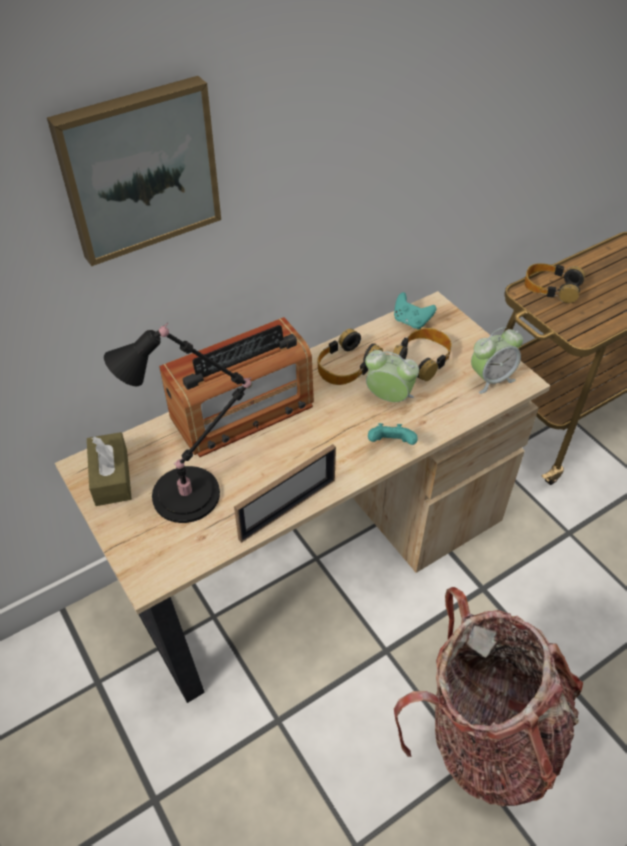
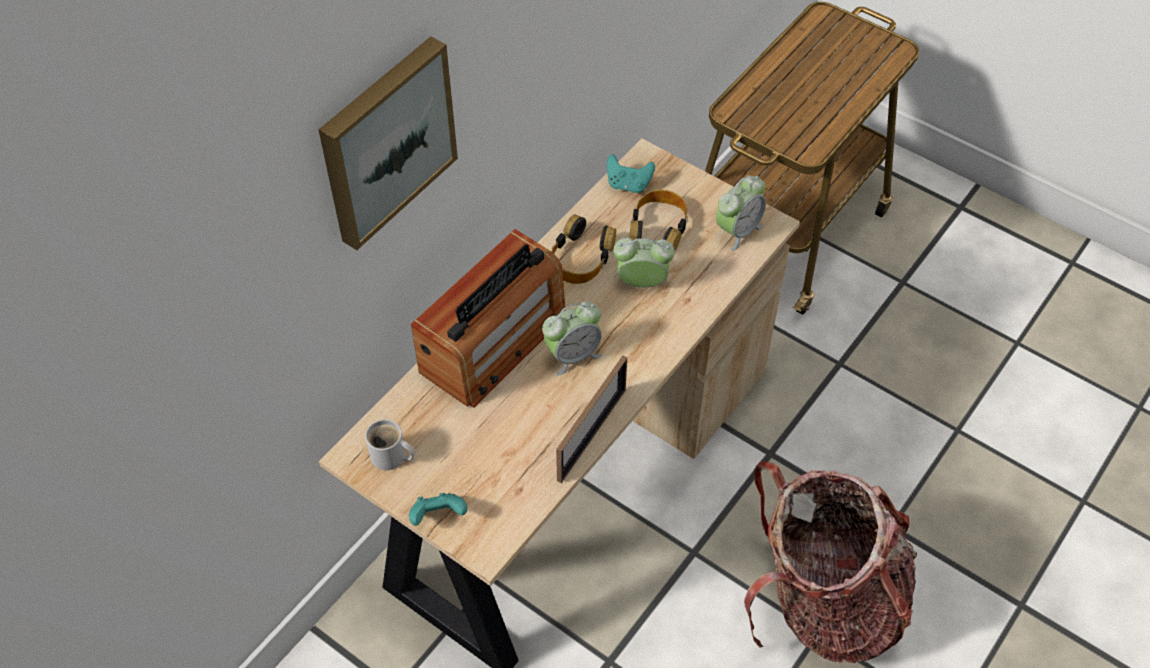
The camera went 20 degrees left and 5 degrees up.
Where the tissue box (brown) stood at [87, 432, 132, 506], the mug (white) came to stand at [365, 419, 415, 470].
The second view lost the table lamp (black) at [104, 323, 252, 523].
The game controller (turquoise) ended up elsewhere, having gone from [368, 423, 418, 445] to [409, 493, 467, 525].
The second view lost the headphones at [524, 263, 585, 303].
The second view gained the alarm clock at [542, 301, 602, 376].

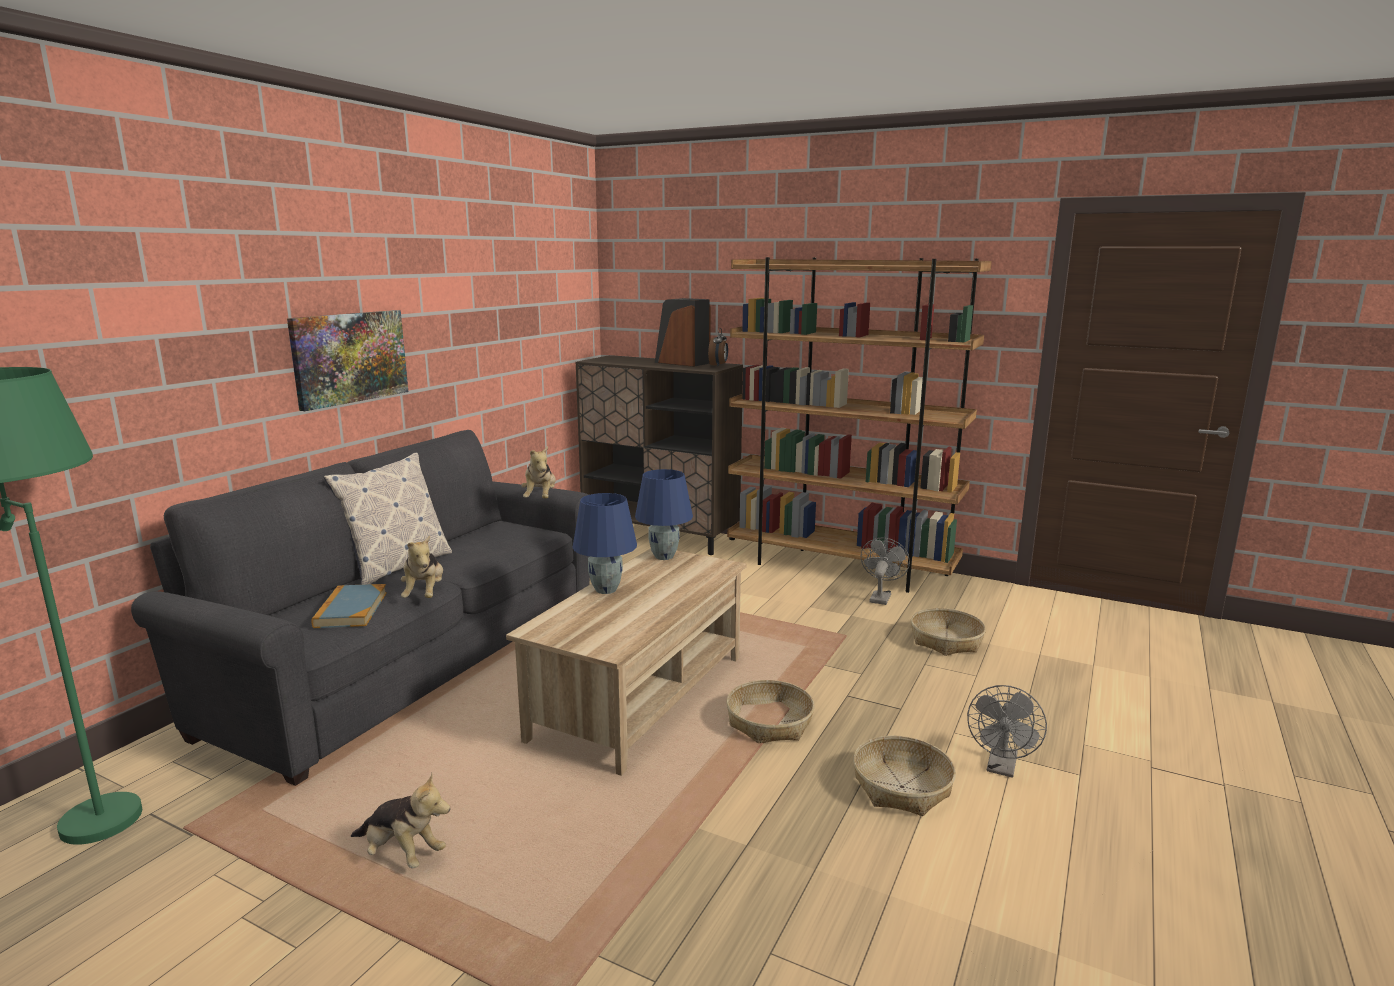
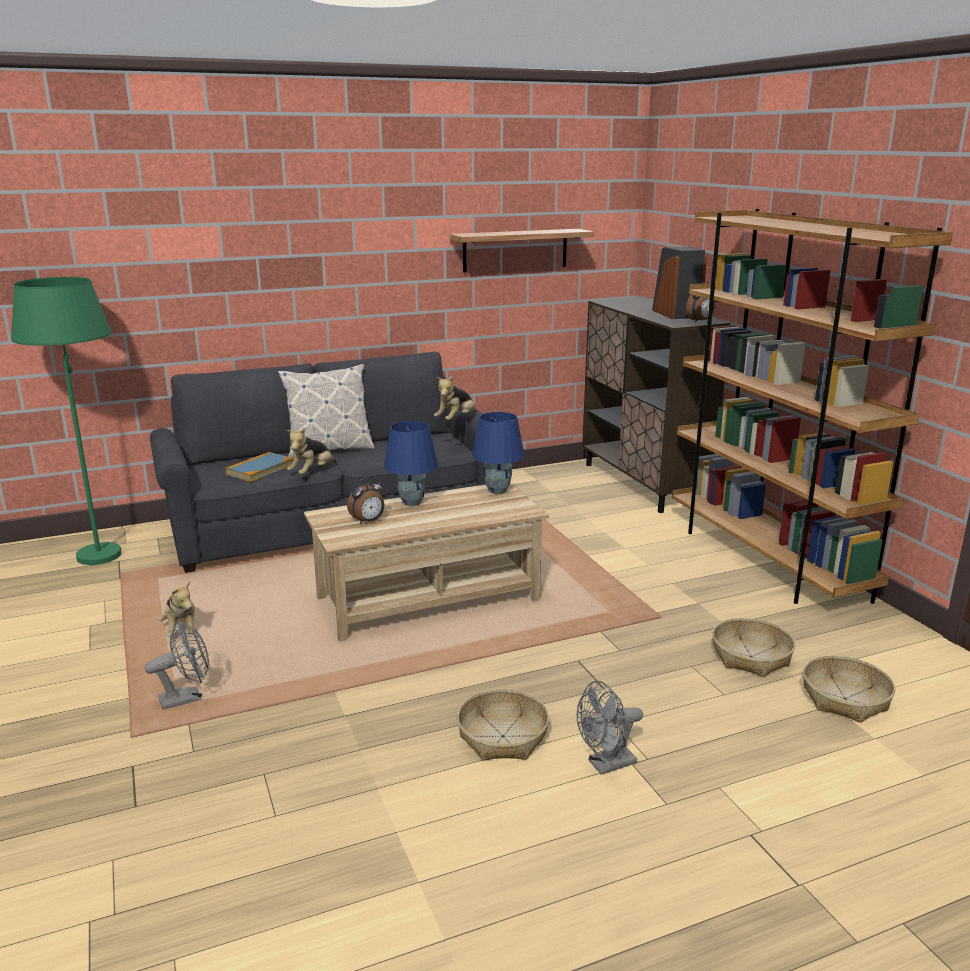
The camera went 40 degrees right and 5 degrees up.
The second view lost the picture at [287, 310, 408, 411].
The basket ended up elsewhere, having gone from [726, 680, 815, 743] to [803, 656, 895, 723].
The fan (grey) ended up elsewhere, having gone from [861, 538, 910, 605] to [145, 621, 209, 710].
The second view gained the alarm clock at [347, 476, 384, 524].
The second view gained the shelf at [449, 229, 594, 272].

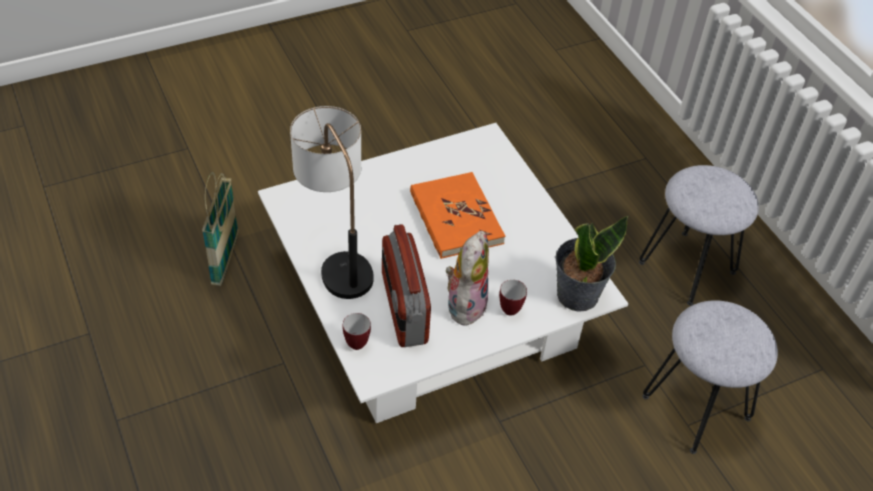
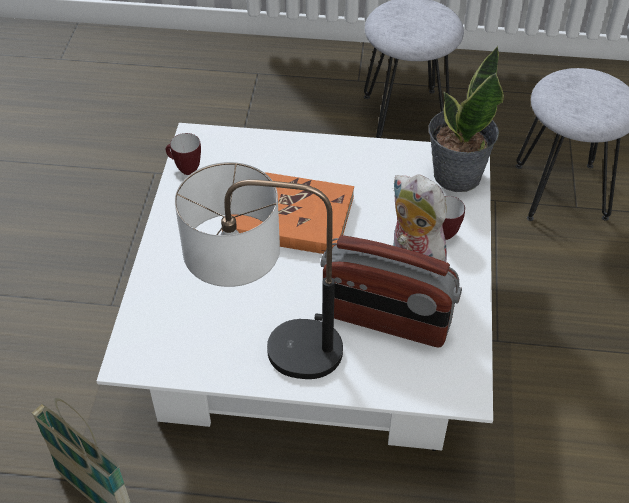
The camera went 55 degrees left and 0 degrees up.
The mug ended up elsewhere, having gone from [343, 313, 371, 350] to [166, 133, 201, 175].

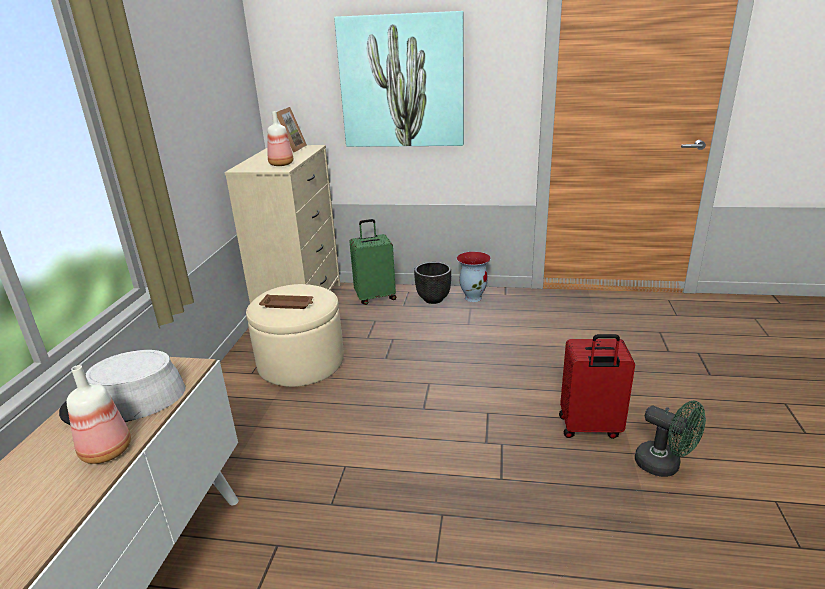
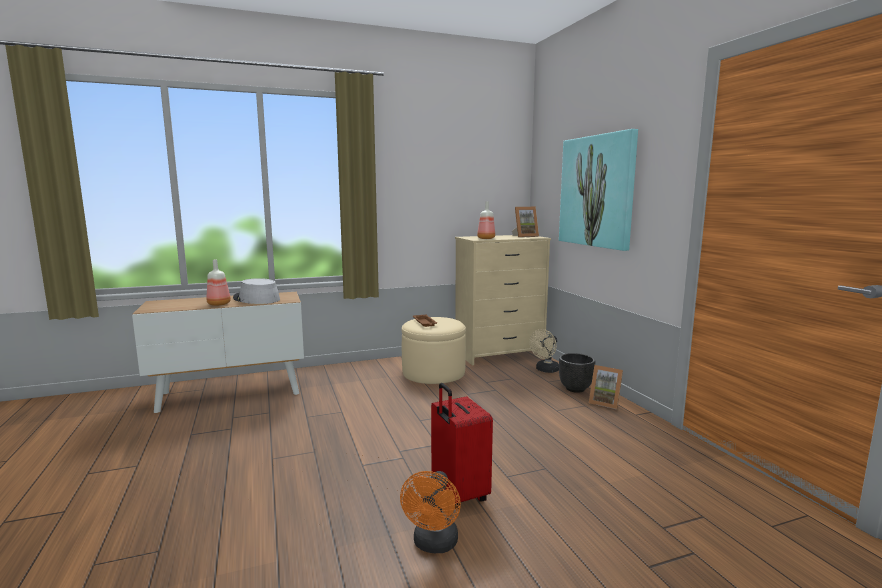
The camera went 60 degrees right and 15 degrees down.
Where the suitcase (green) stood at [349, 219, 396, 305], the fan (beige) came to stand at [529, 329, 559, 373].
Where the vase stood at [457, 252, 491, 302], the picture frame came to stand at [589, 365, 623, 409].
What was the fan (green) at [635, 401, 706, 477] turned into the fan (orange) at [400, 471, 461, 553].

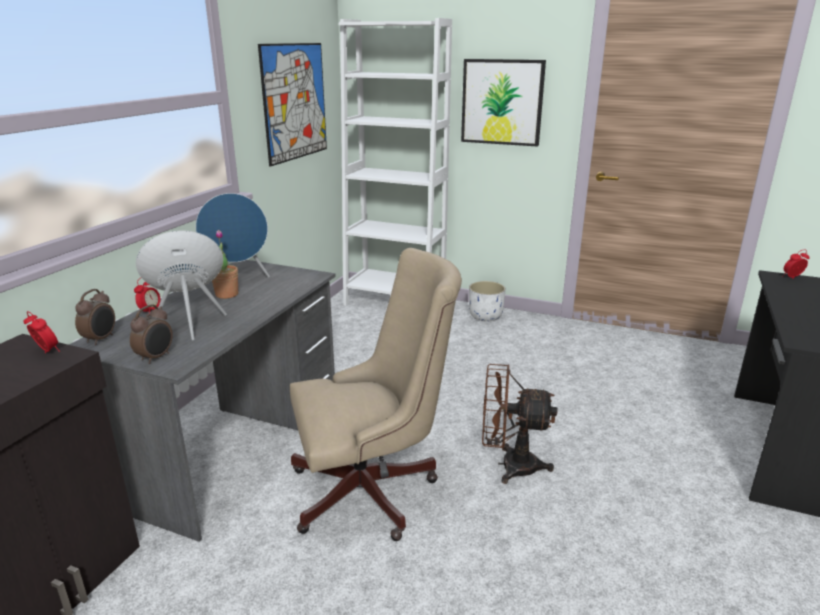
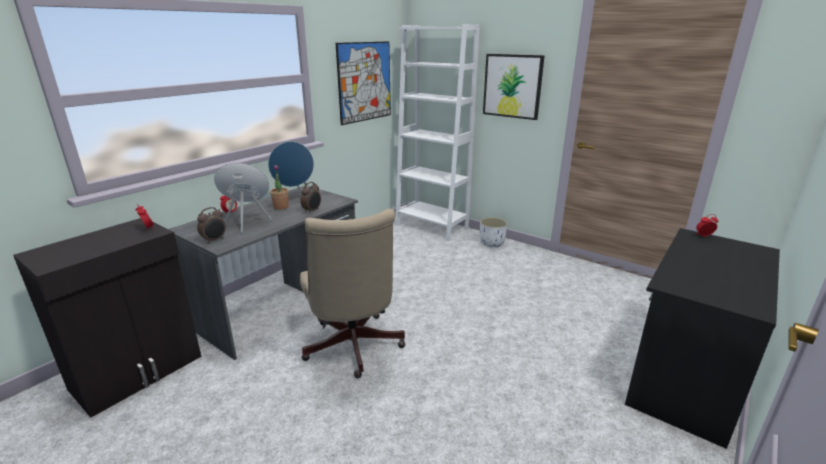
The camera went 15 degrees right and 0 degrees up.
The alarm clock ended up elsewhere, having gone from [75, 289, 115, 345] to [300, 182, 321, 214].
The office chair (beige) at [290, 248, 462, 541] ended up facing another way, 75 degrees clockwise from before.
The second view lost the fan (brown) at [482, 364, 558, 484].

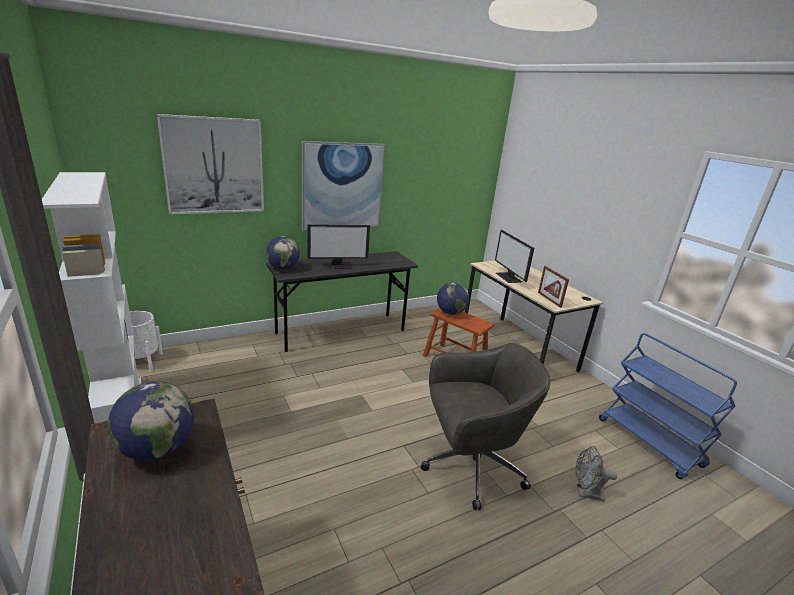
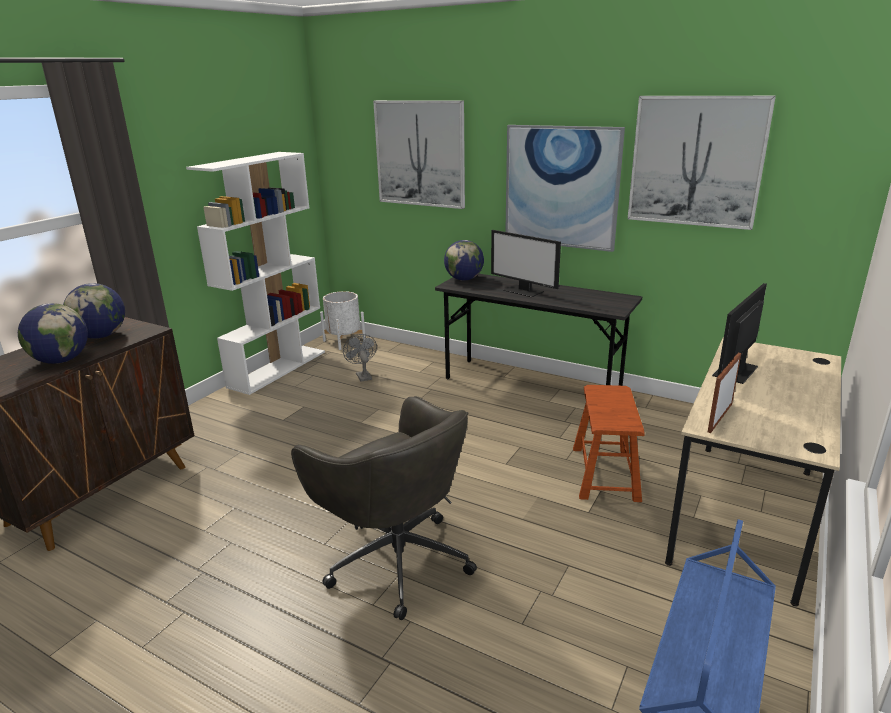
The camera went 60 degrees right and 0 degrees up.
The globe ended up elsewhere, having gone from [437, 282, 469, 315] to [18, 303, 88, 364].
The fan (grey) ended up elsewhere, having gone from [575, 446, 617, 502] to [343, 334, 377, 382].
The second view gained the picture at [628, 96, 776, 230].

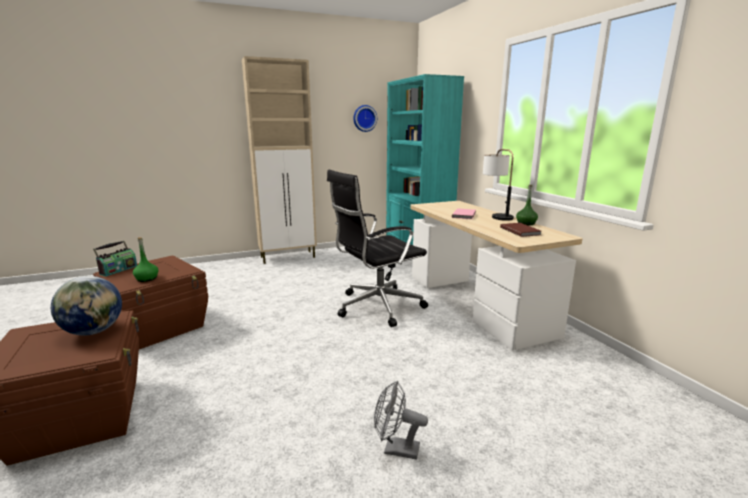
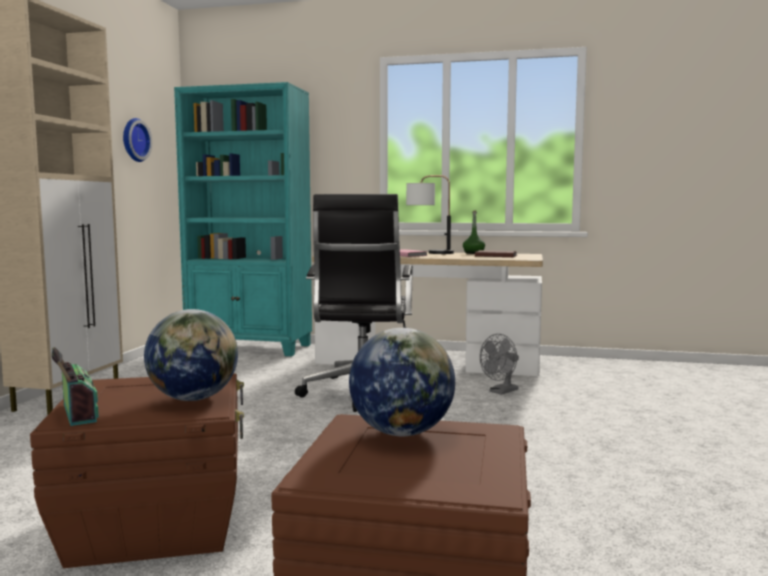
The camera went 55 degrees left and 10 degrees down.
Where the bottle (green) stood at [133, 237, 158, 282], the globe came to stand at [144, 309, 238, 401].
The fan (grey) ended up elsewhere, having gone from [374, 381, 428, 460] to [480, 334, 519, 395].

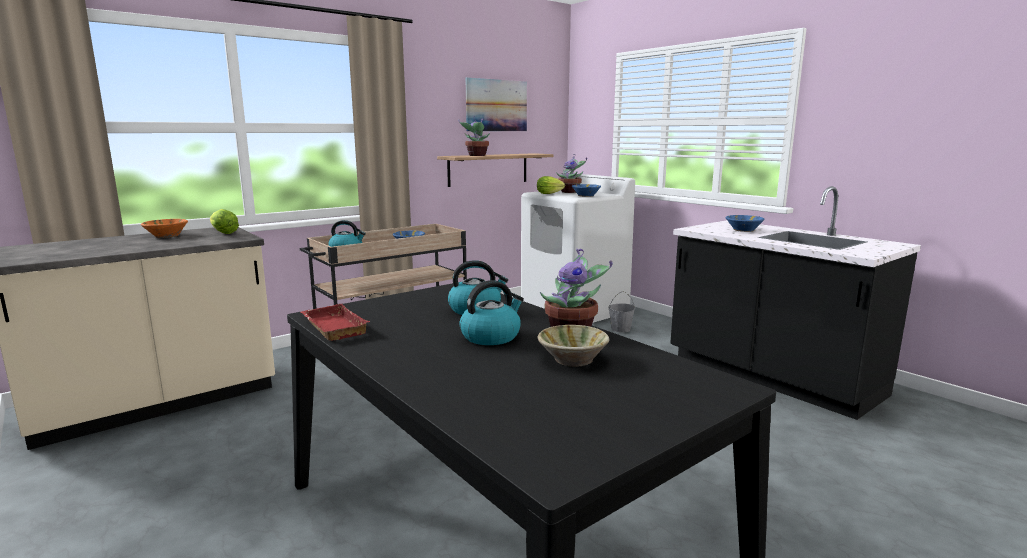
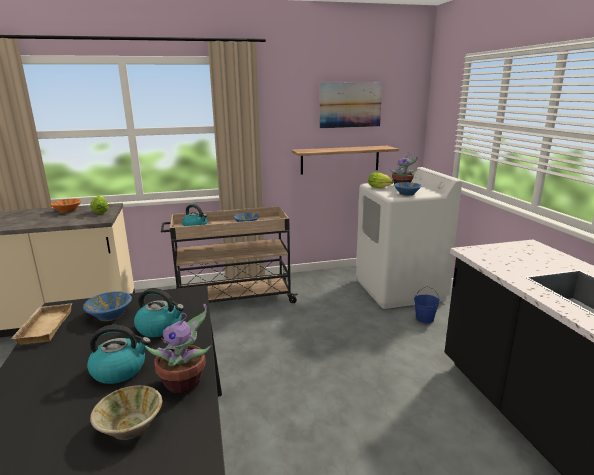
The camera went 25 degrees right and 5 degrees up.
What was the tray (red) at [301, 304, 370, 341] turned into the tray (beige) at [11, 303, 73, 345].
The second view lost the potted plant at [458, 116, 490, 156].
What was the bucket (grey) at [608, 291, 635, 333] turned into the bucket (blue) at [414, 286, 440, 324].
The bowl (blue) ended up elsewhere, having gone from [726, 215, 765, 232] to [83, 291, 132, 321].

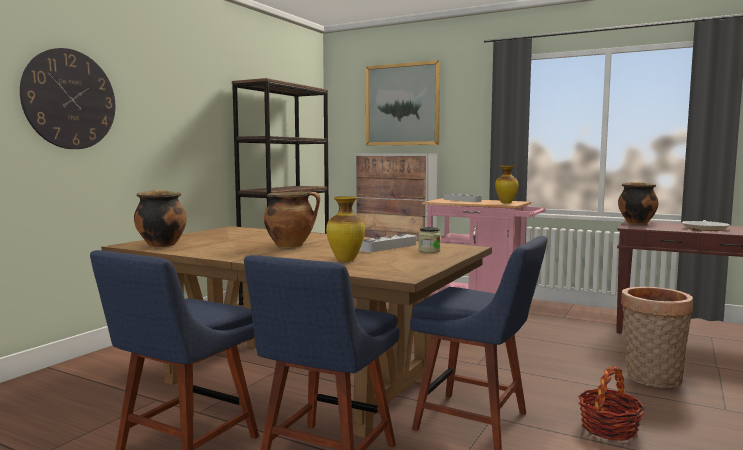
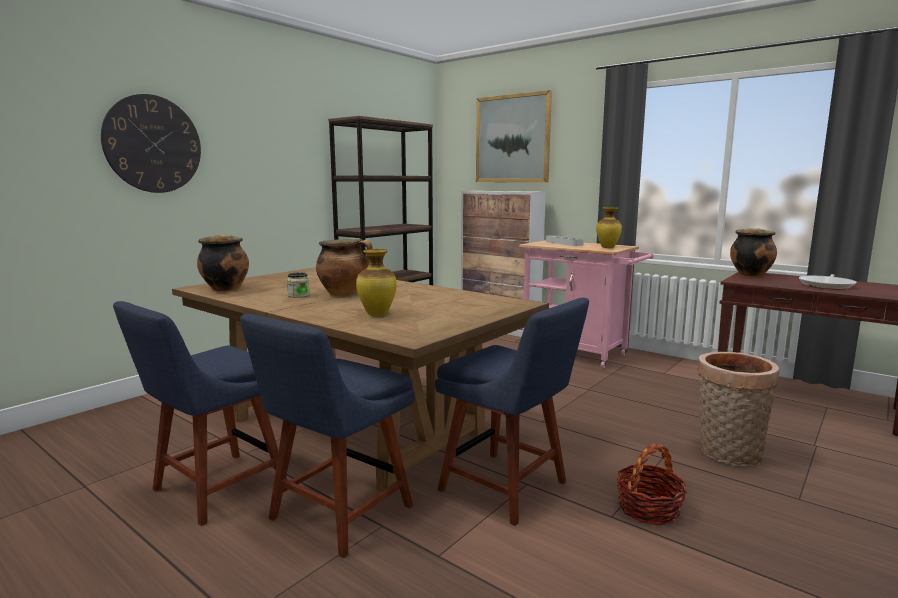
The camera went 10 degrees right and 5 degrees up.
The second view lost the tray (grey) at [359, 234, 416, 252].
The jar ended up elsewhere, having gone from [419, 227, 441, 253] to [287, 273, 310, 298].

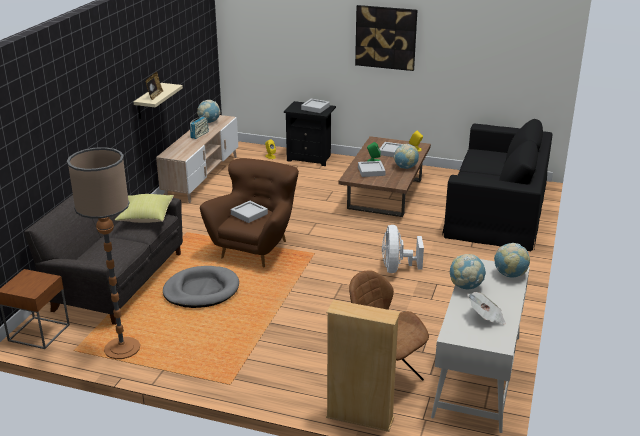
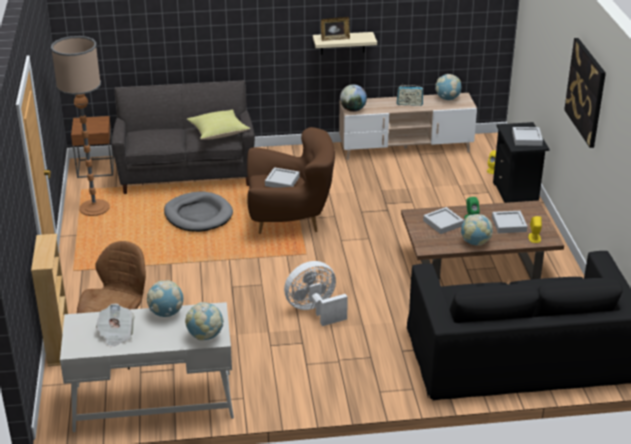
The camera went 65 degrees right and 5 degrees up.
The second view gained the globe at [340, 84, 367, 112].

